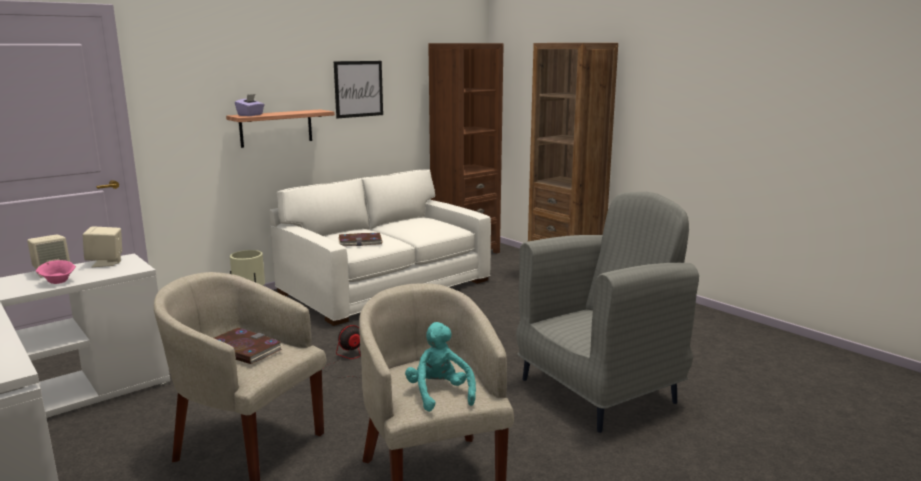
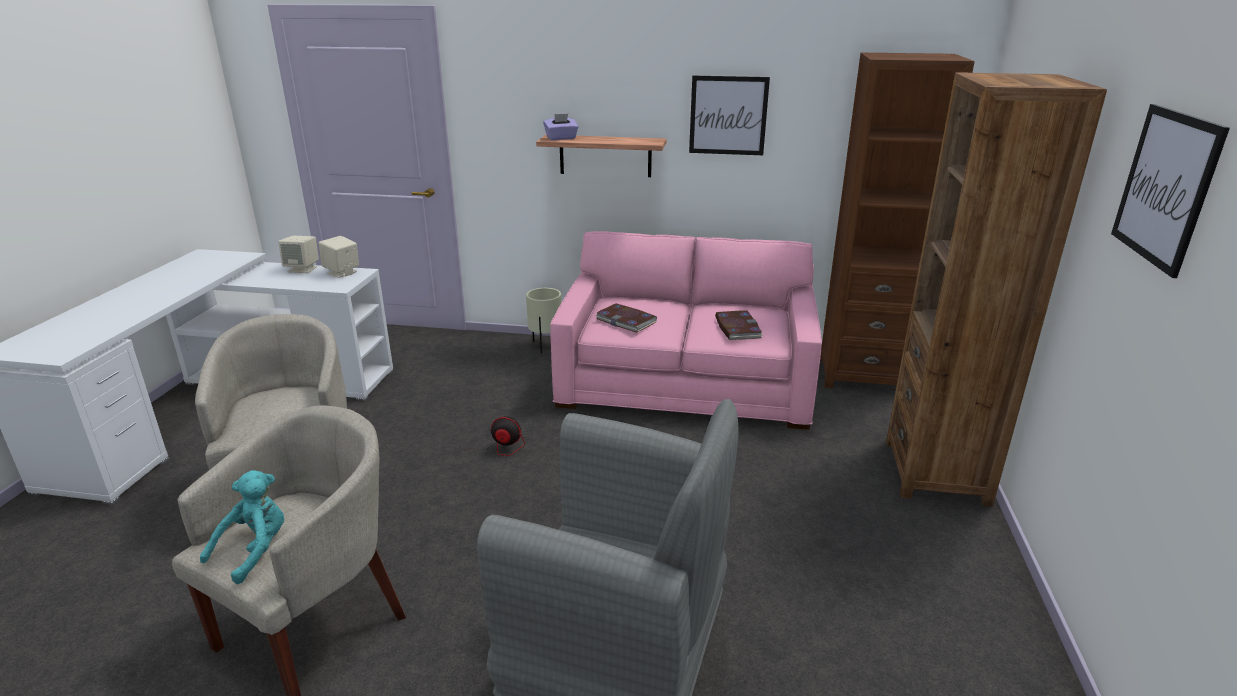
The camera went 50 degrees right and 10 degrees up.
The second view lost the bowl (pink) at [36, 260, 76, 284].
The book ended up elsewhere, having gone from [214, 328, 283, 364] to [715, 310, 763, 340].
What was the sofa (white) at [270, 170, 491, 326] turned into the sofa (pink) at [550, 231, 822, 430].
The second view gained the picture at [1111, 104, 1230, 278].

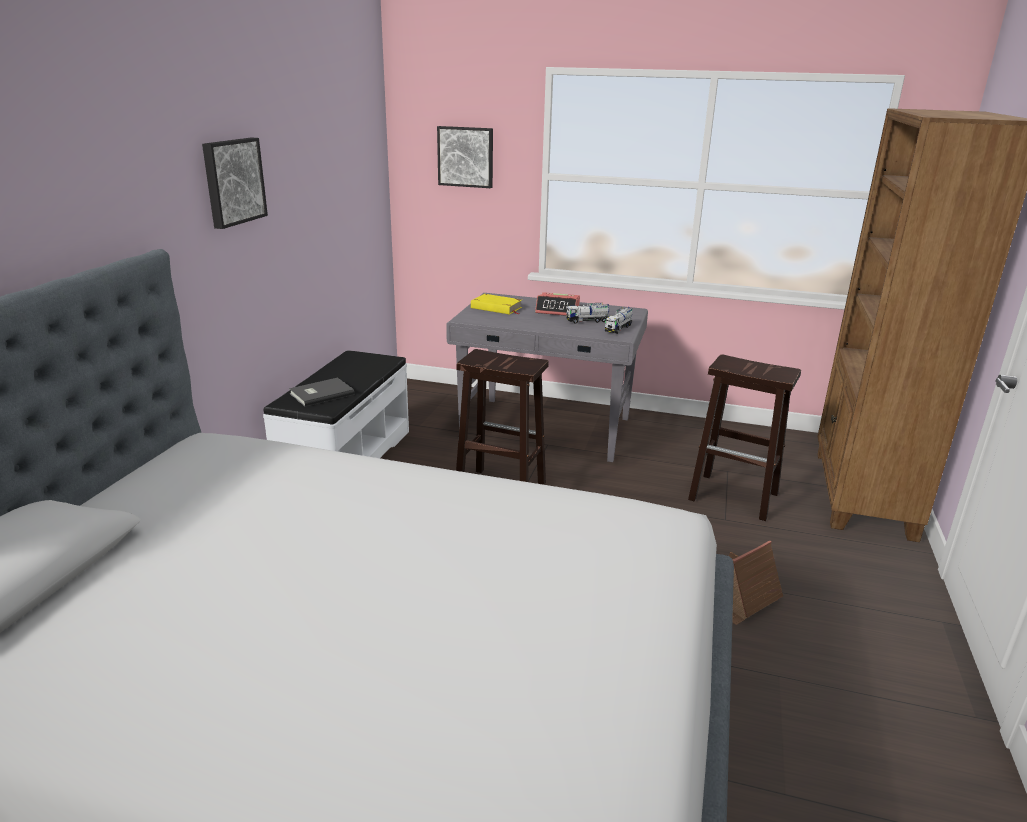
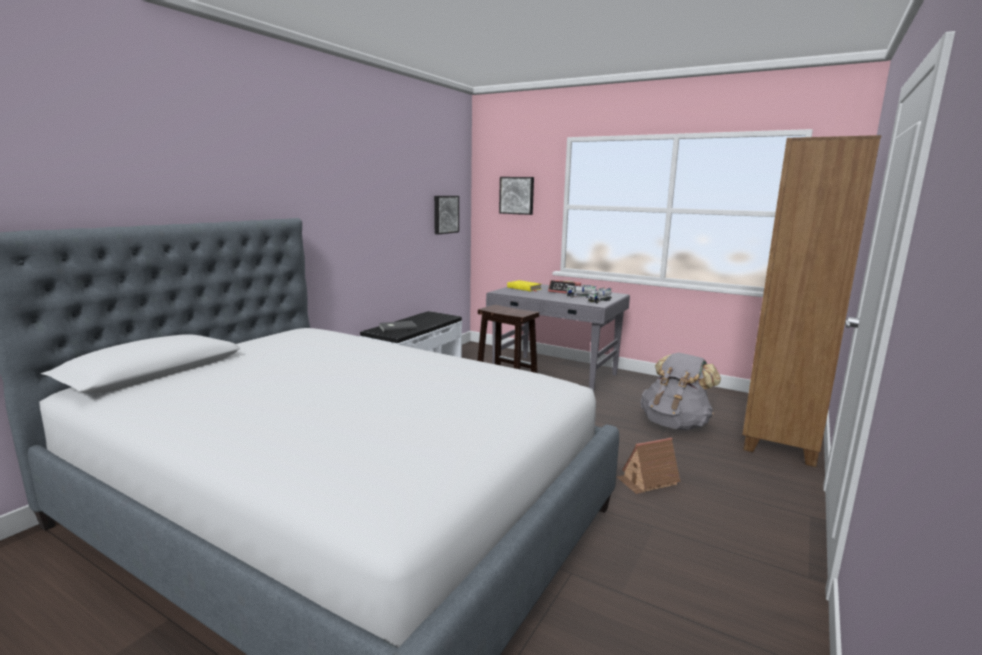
The camera went 15 degrees right and 10 degrees down.
The picture ended up elsewhere, having gone from [202, 138, 268, 229] to [434, 196, 459, 235].
Where the stool (brown) stood at [688, 354, 801, 521], the backpack (grey) came to stand at [641, 352, 721, 430].

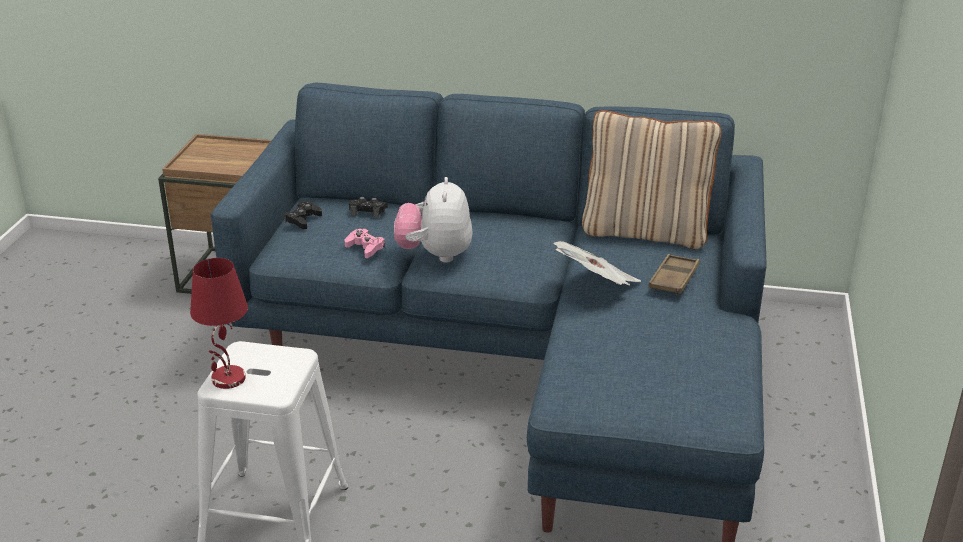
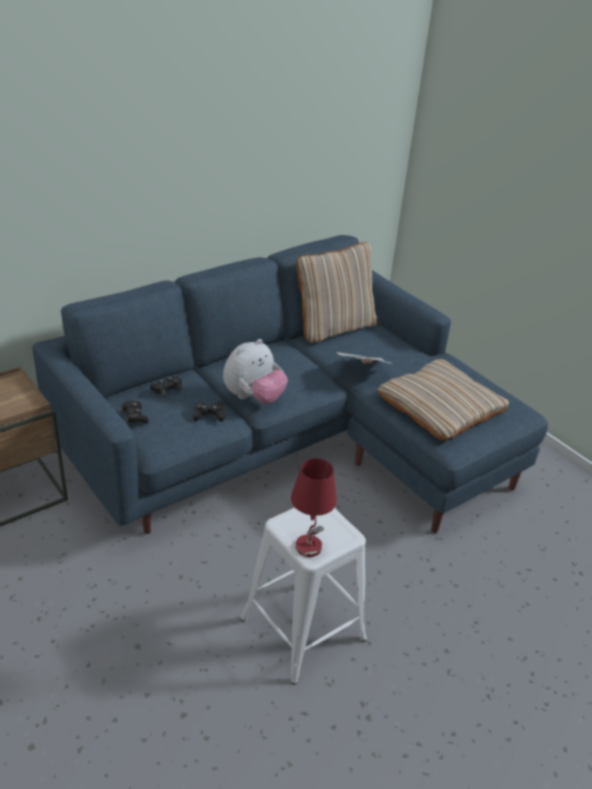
The camera went 50 degrees left and 5 degrees up.
What was the game controller (pink) at [345, 229, 385, 258] turned into the game controller (black) at [193, 401, 225, 422].
The plush toy at [394, 177, 473, 263] ended up facing another way, 90 degrees counterclockwise from before.
The second view lost the tray (brown) at [649, 254, 700, 295].
The second view gained the pillow (beige) at [377, 359, 509, 441].

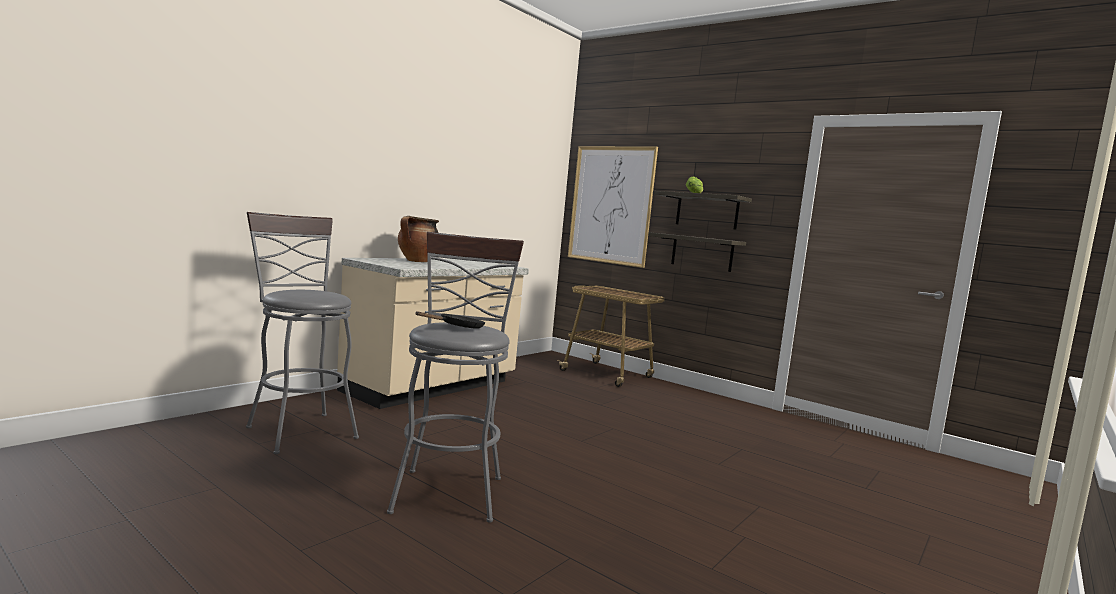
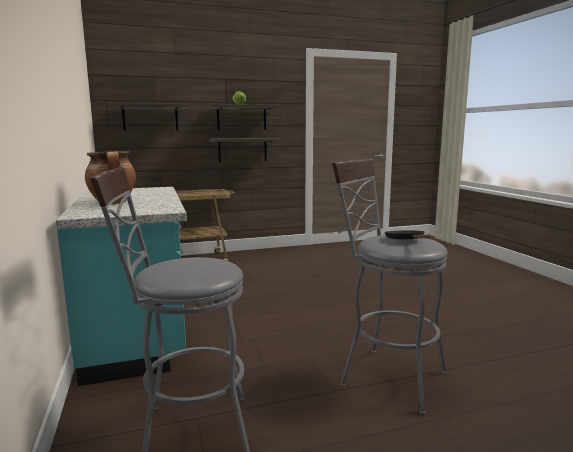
The camera went 55 degrees left and 5 degrees up.
What was the counter (beige) at [337, 258, 529, 409] turned into the counter (turquoise) at [56, 187, 187, 386].
Where the picture hung at [568, 146, 658, 268], the shelf came to hang at [109, 103, 189, 131].

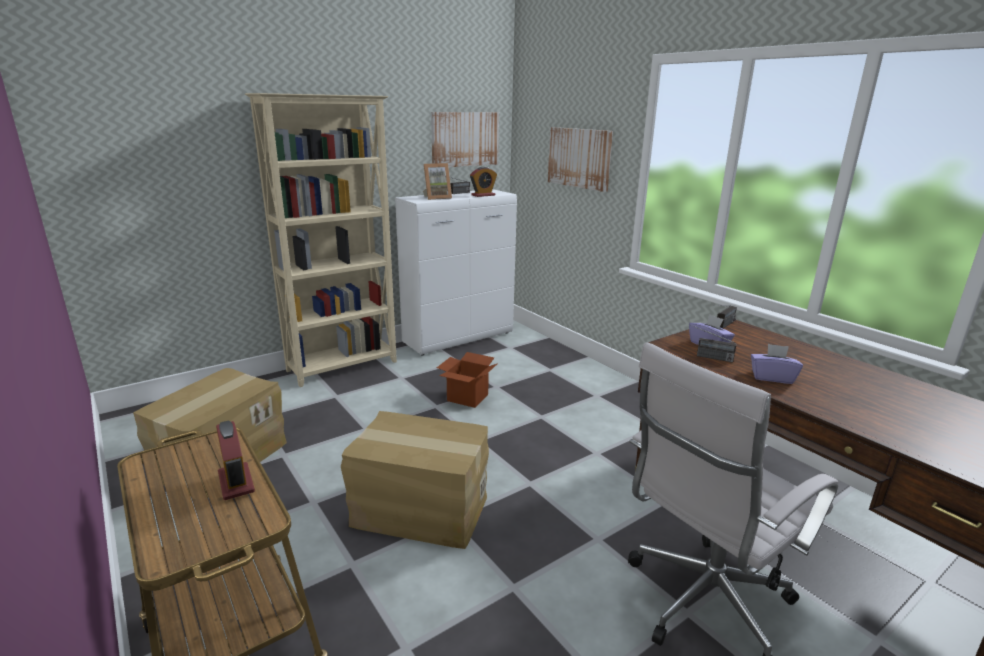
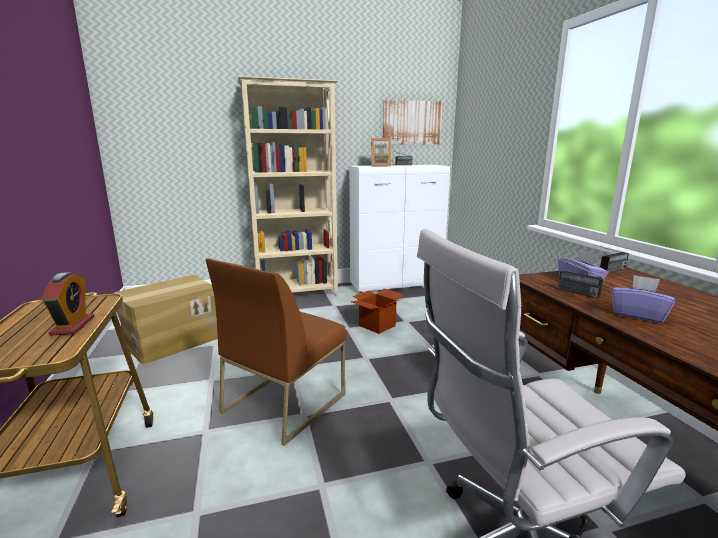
The camera went 20 degrees right and 5 degrees down.
Where the cardboard box stood at [341, 411, 489, 549], the chair (brown) came to stand at [206, 258, 346, 446].
The second view lost the alarm clock at [470, 167, 497, 197].
The second view lost the picture at [548, 127, 613, 192].

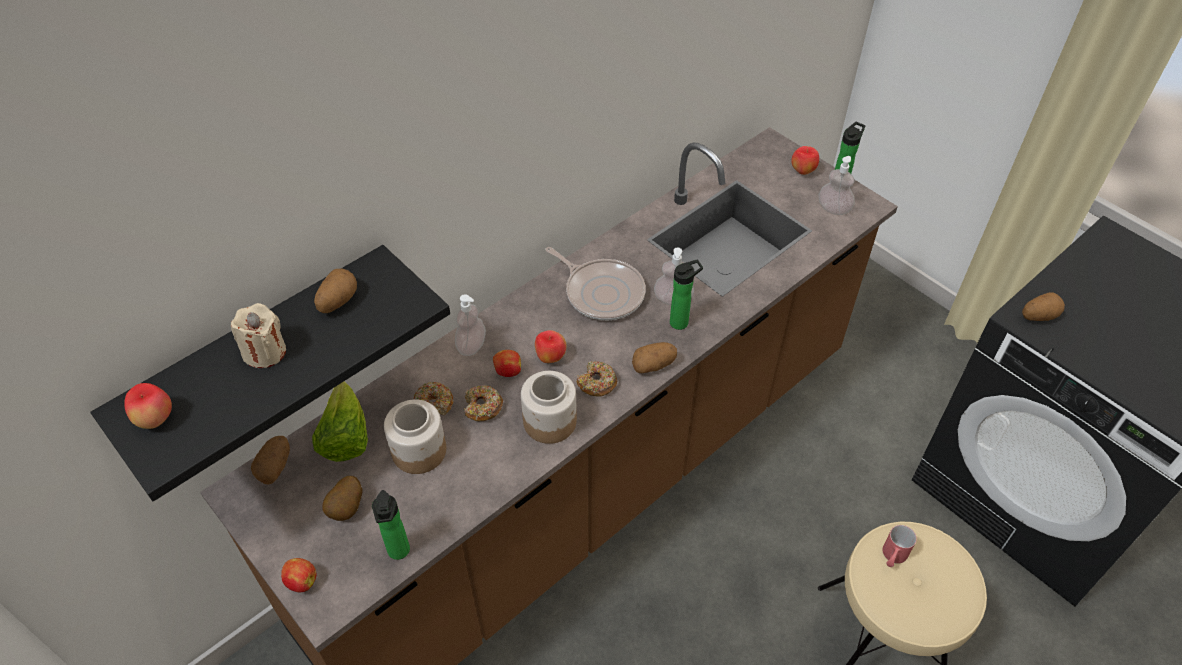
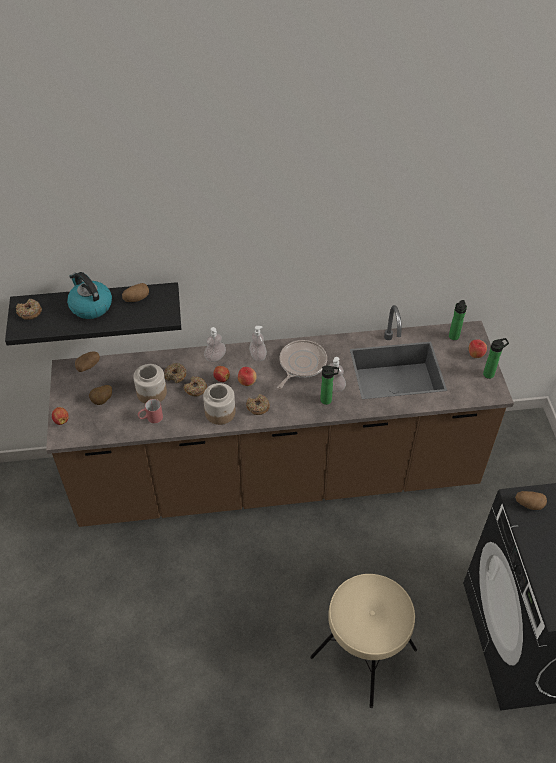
The camera went 35 degrees right and 0 degrees up.
Where the apple stood at [124, 383, 172, 429], the donut came to stand at [16, 299, 42, 320].
Where the candle (beige) stood at [231, 303, 286, 368], the kettle came to stand at [67, 272, 112, 319].
The second view lost the lettuce at [312, 381, 368, 462].
The bottle ended up elsewhere, having gone from [372, 490, 410, 560] to [449, 300, 467, 340].
The frying pan at [545, 247, 646, 320] ended up facing another way, 135 degrees counterclockwise from before.
The second view lost the potato at [632, 342, 677, 373].
The soap dispenser ended up elsewhere, having gone from [818, 156, 855, 215] to [249, 326, 267, 361].
The mug (red) ended up elsewhere, having gone from [882, 525, 917, 567] to [138, 399, 163, 424].

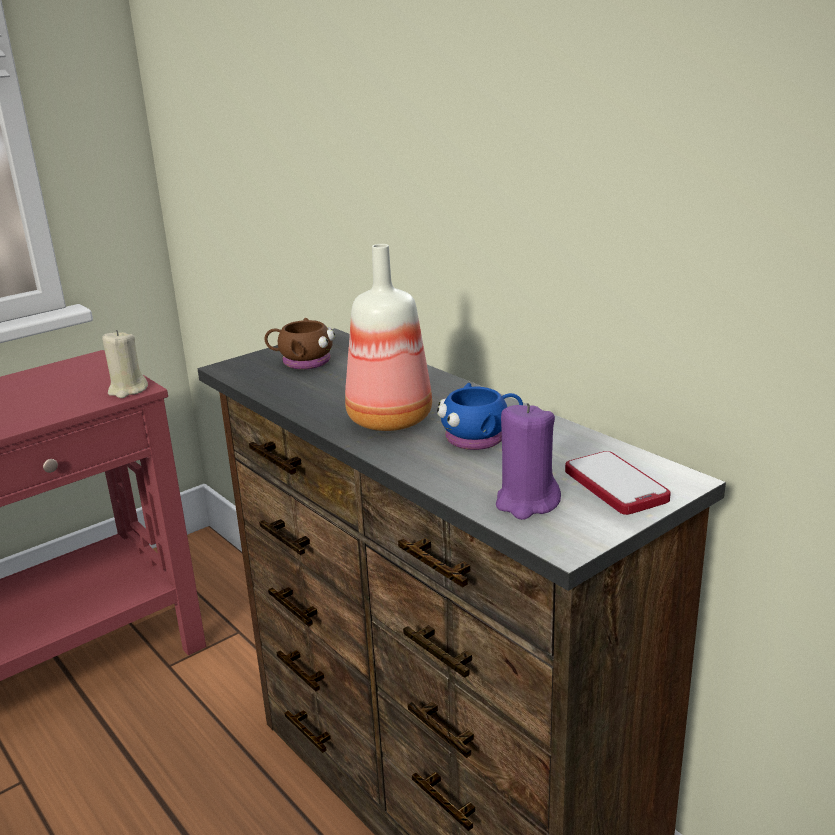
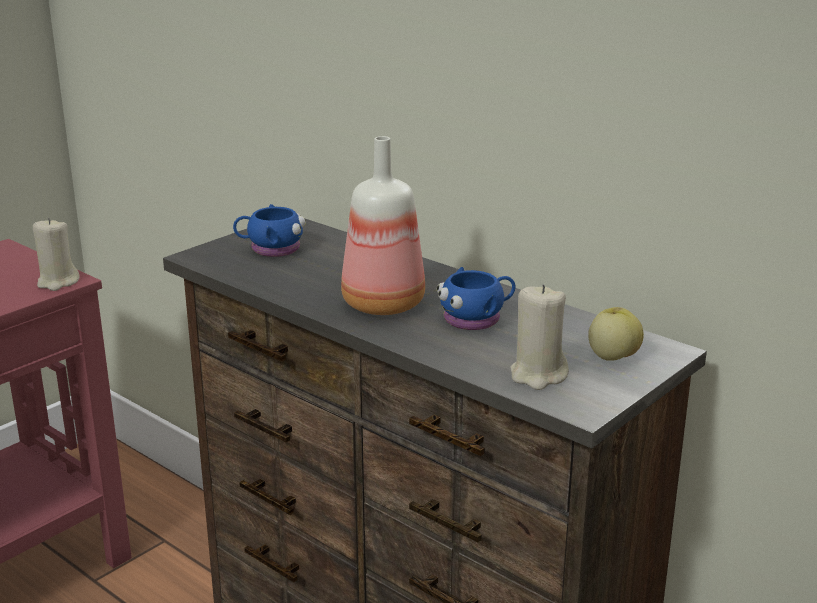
The camera went 10 degrees left and 0 degrees up.
What was the mug (brown) at [264, 318, 335, 369] turned into the mug (blue) at [233, 204, 306, 257].
What was the candle (purple) at [496, 403, 561, 520] turned into the candle (beige) at [511, 284, 569, 390].
Where the phone stood at [565, 451, 671, 515], the apple came to stand at [588, 307, 644, 361].

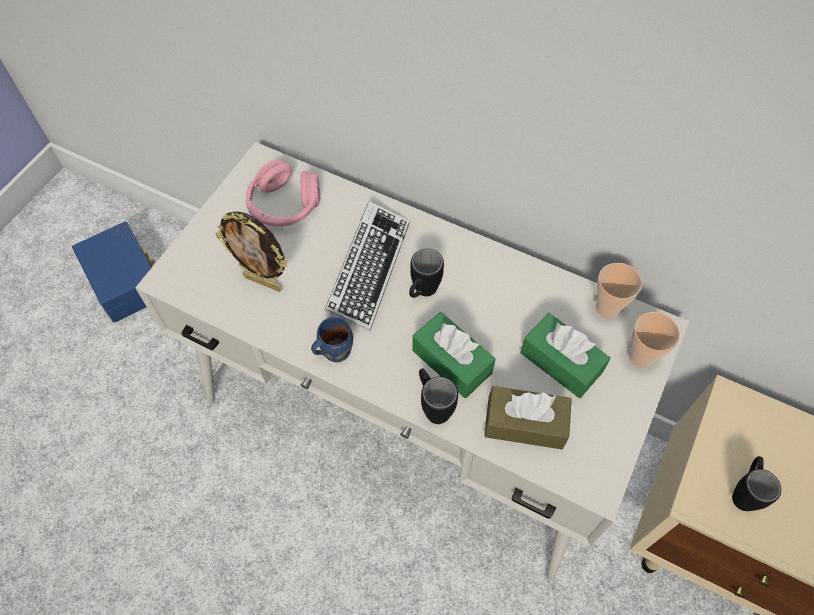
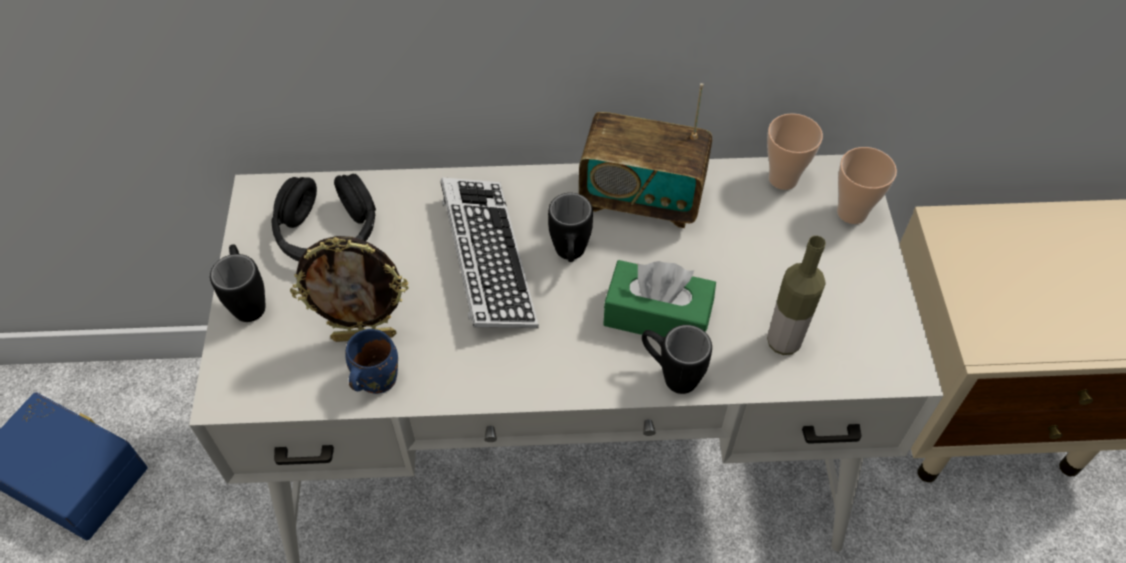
The camera went 30 degrees left and 5 degrees down.
What was the headphones (pink) at [246, 159, 320, 227] turned into the headphones (black) at [272, 174, 376, 261].
The mug (blue) ended up elsewhere, having gone from [311, 317, 353, 362] to [345, 329, 398, 394].
Where the tissue box (brown) stood at [484, 386, 572, 449], the bottle came to stand at [767, 236, 826, 355].
The second view lost the tissue box (green) at [520, 313, 610, 398].
The mug (black) ended up elsewhere, having gone from [732, 456, 781, 511] to [210, 244, 265, 322].
The second view gained the radio at [579, 83, 712, 228].

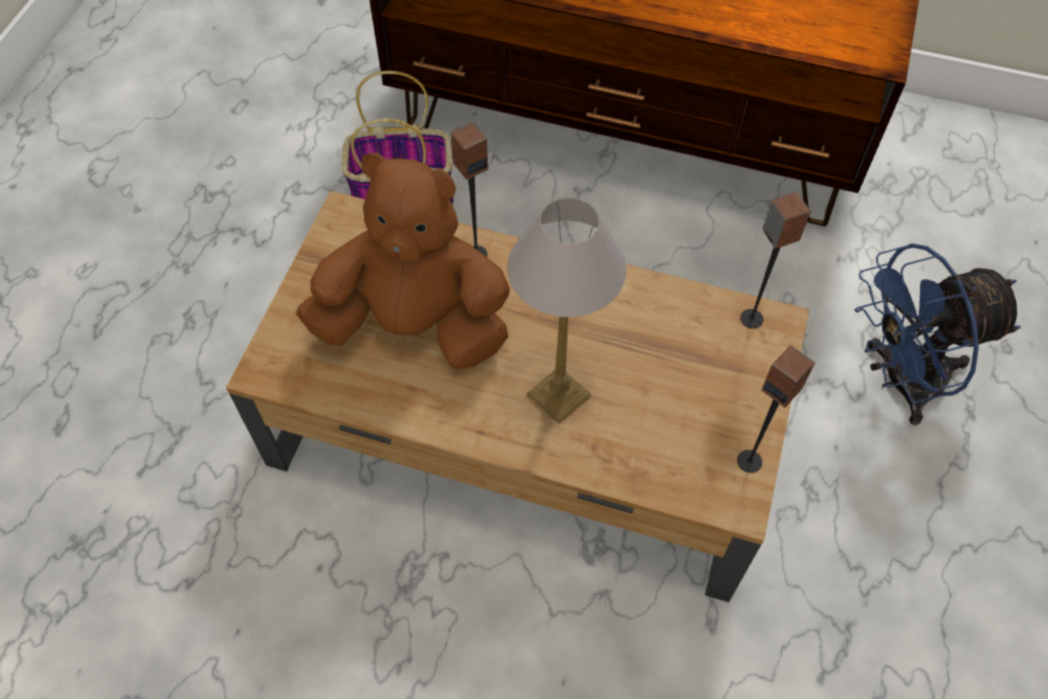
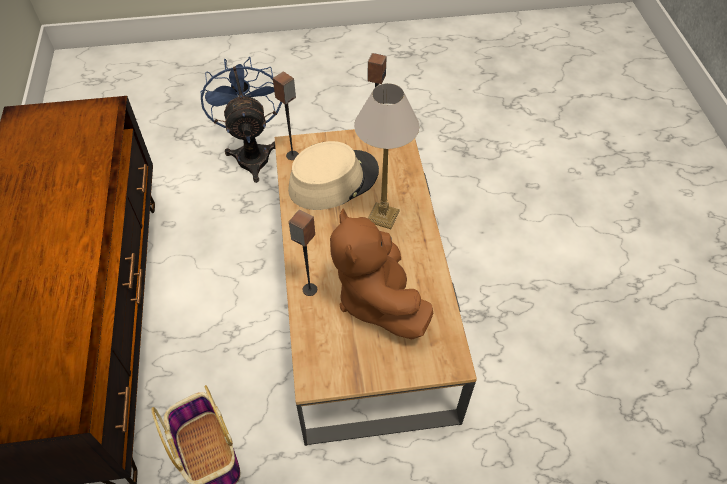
The camera went 115 degrees left and 5 degrees down.
The fan (blue) at [854, 243, 1021, 426] ended up facing another way, 150 degrees counterclockwise from before.
The second view gained the hat (beige) at [288, 141, 379, 210].

